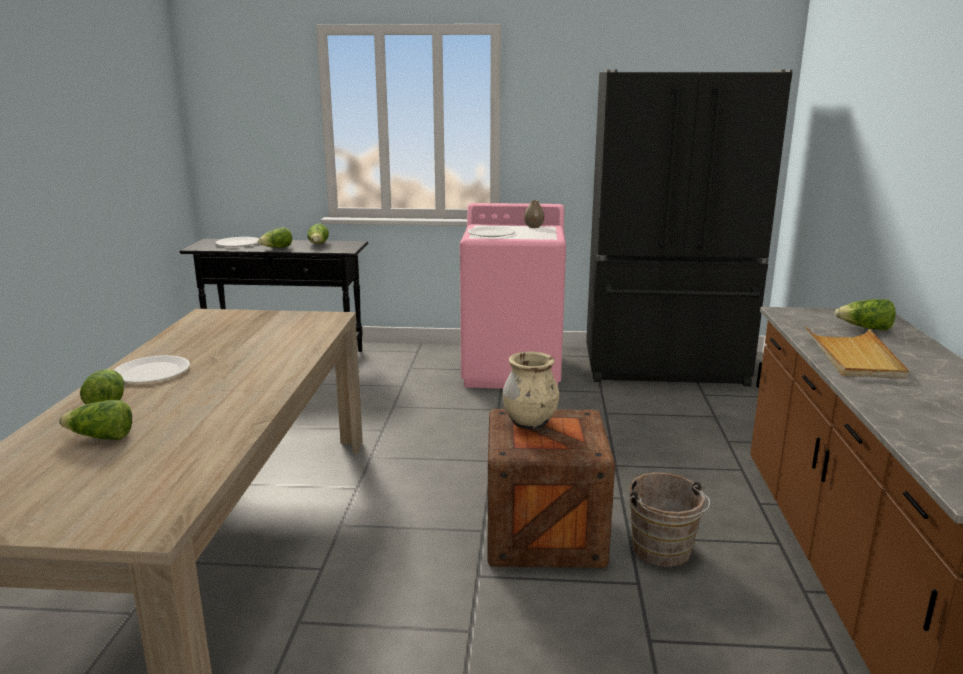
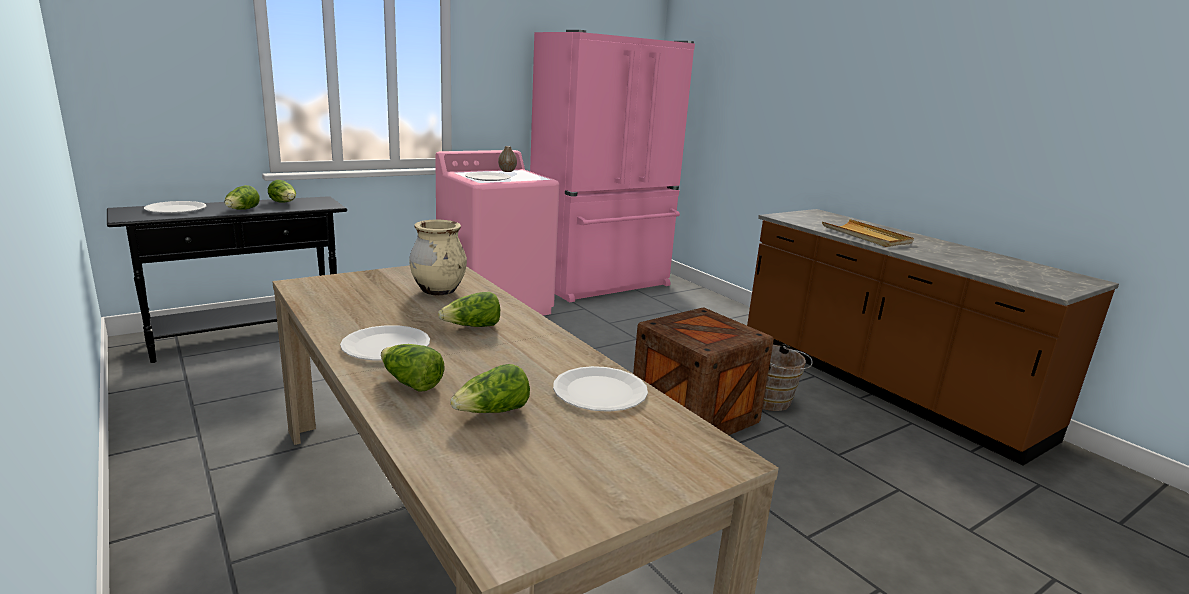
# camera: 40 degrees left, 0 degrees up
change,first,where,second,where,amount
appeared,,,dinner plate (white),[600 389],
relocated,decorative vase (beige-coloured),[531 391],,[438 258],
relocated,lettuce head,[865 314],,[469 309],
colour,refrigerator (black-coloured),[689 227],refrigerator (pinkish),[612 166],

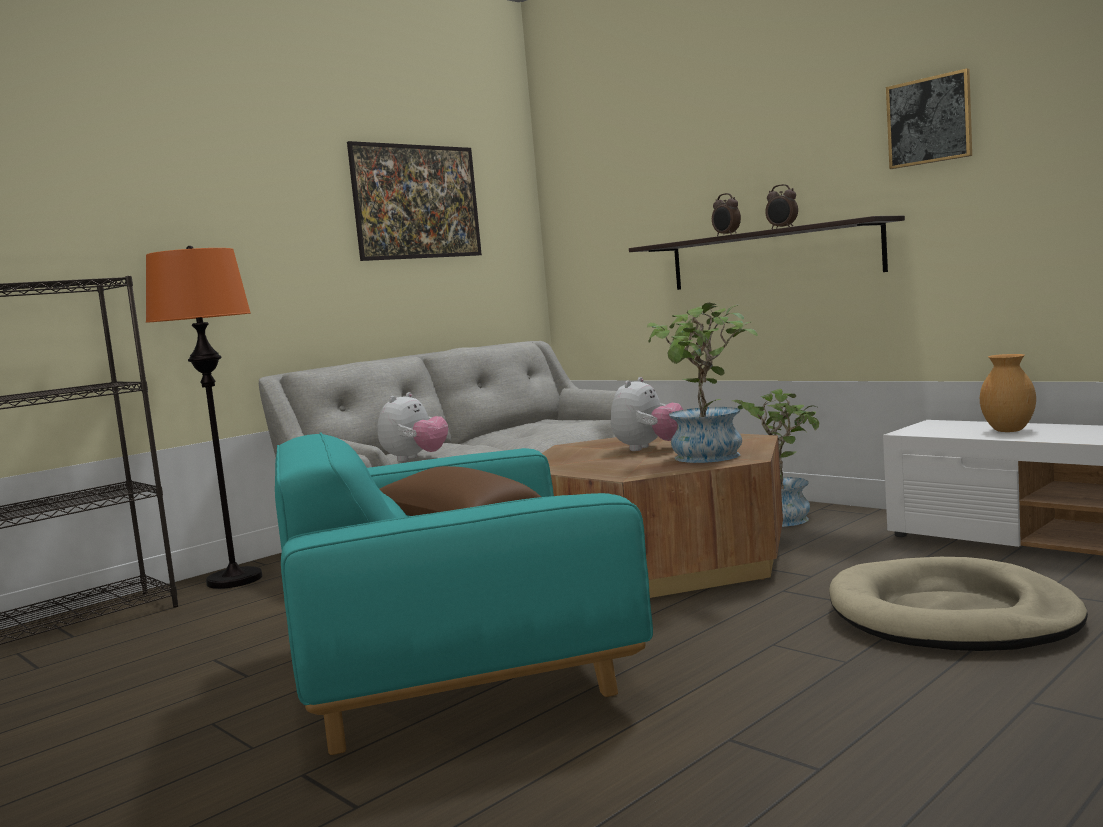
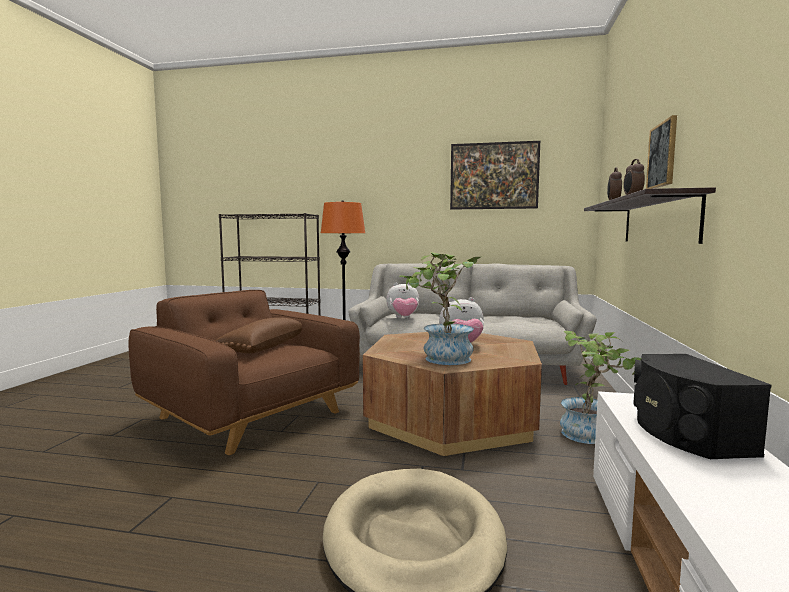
# camera: 55 degrees right, 0 degrees up
change,first,where,second,where,amount
relocated,wall art,[929 118],,[661 152],
exchanged,decorative vase (brown-coloured),[1008 393],audio speaker (black-coloured),[702 406],
colour,armchair (turquoise),[464 593],armchair (brown-coloured),[244 372],

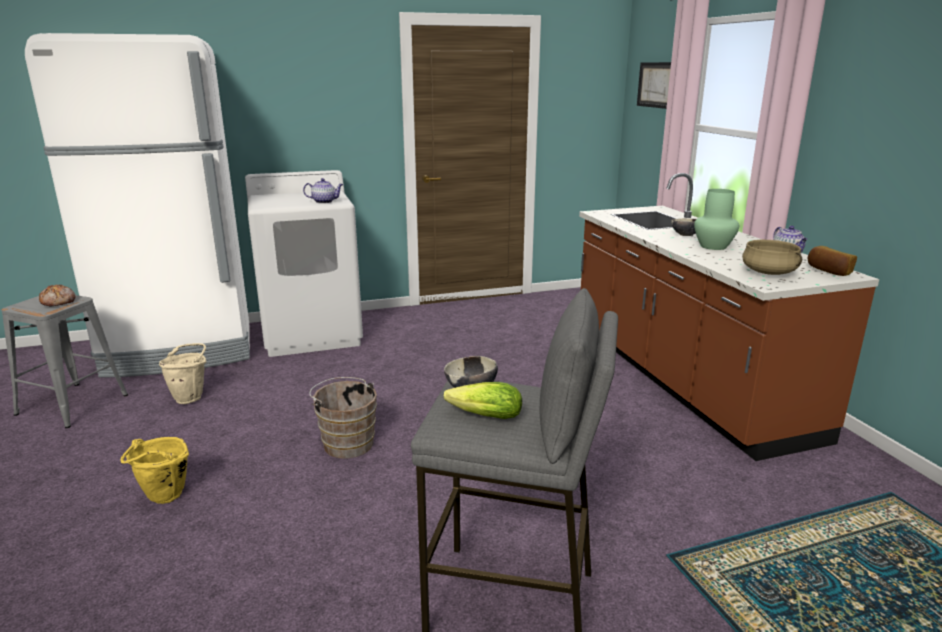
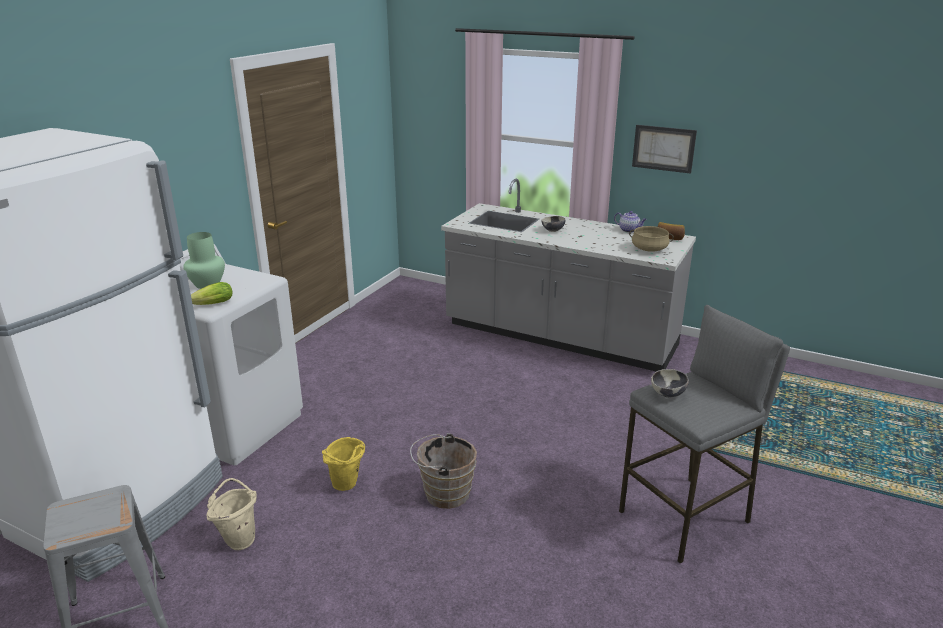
# camera: 45 degrees left, 5 degrees up
change,first,where,second,where,amount
missing,baked bread,[57 295],,,
missing,tea pot,[323 190],,,
relocated,pail (yellow-coloured),[154 470],,[343 464],
relocated,lettuce head,[483 400],,[212 293],
relocated,wall art,[654 85],,[664 149],
relocated,decorative vase (green-coloured),[716 219],,[204 260],
colour,counter (brown-coloured),[729 317],counter (greyish),[568 275],

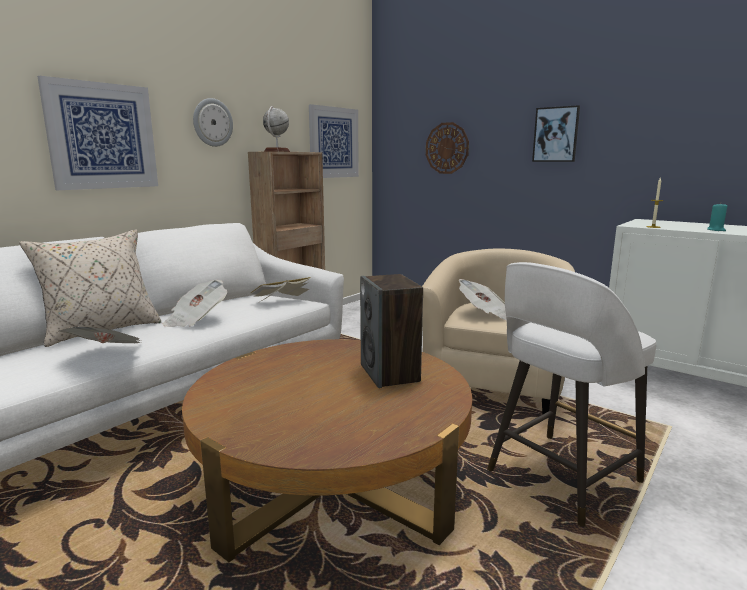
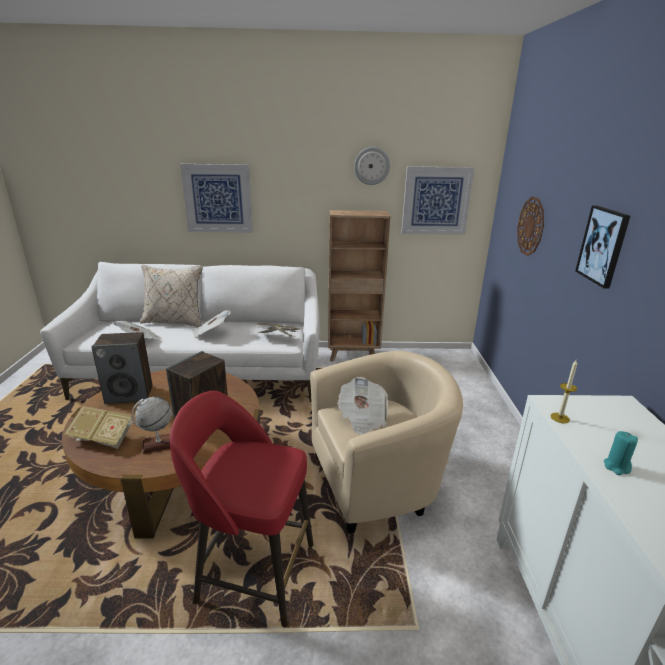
# camera: 50 degrees right, 10 degrees up
change,first,where,second,where,amount
appeared,,,volume,[98 427],
appeared,,,audio speaker,[122 368],
relocated,clock on the wall,[213 122],,[372 166],
relocated,desk globe,[276 129],,[152 425],
colour,stool (white),[571 394],stool (red),[241 509],

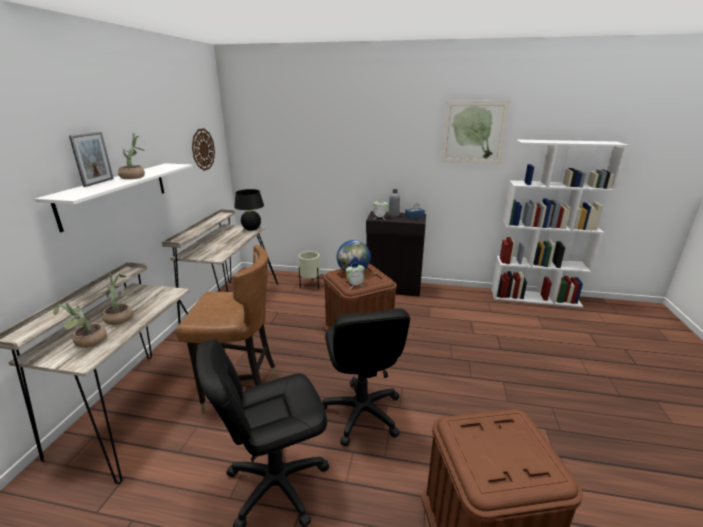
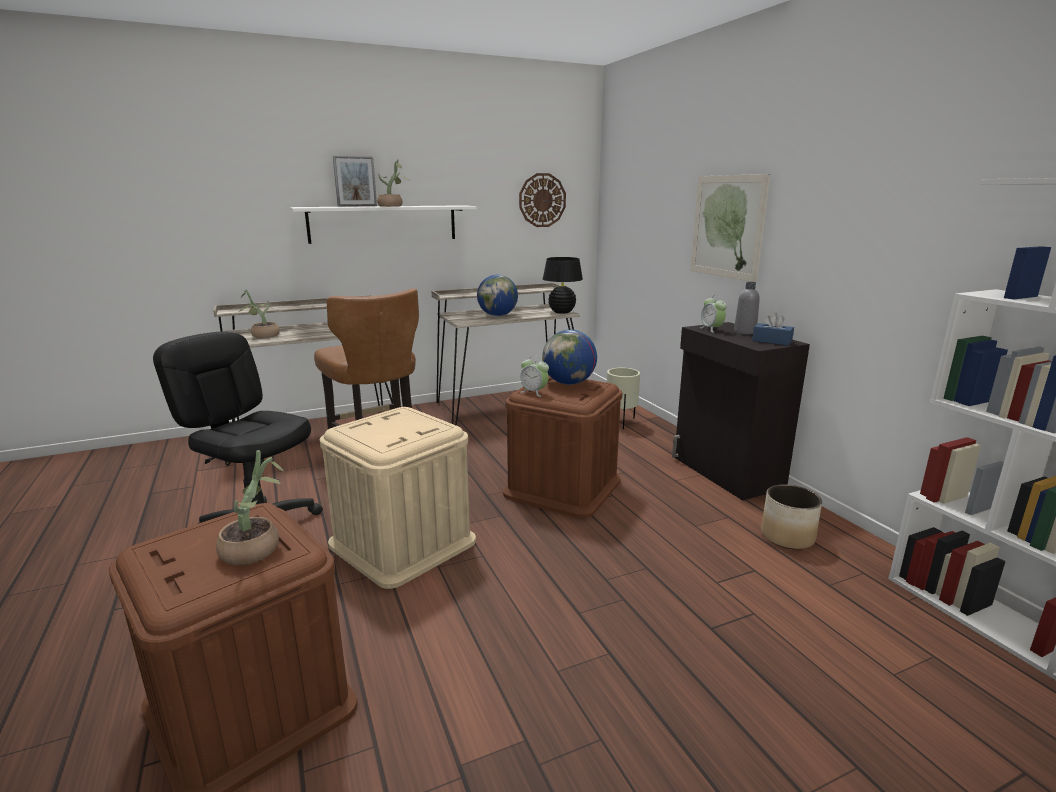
# camera: 55 degrees right, 5 degrees down
change,first,where,second,where,amount
appeared,,,desk globe,[497 295],
appeared,,,planter,[791 517],
relocated,houseplant,[117 298],,[250 507],
relocated,wall art,[475 132],,[730 228],
exchanged,office chair (black-coloured),[366 377],storage container (beige-coloured),[398 498],

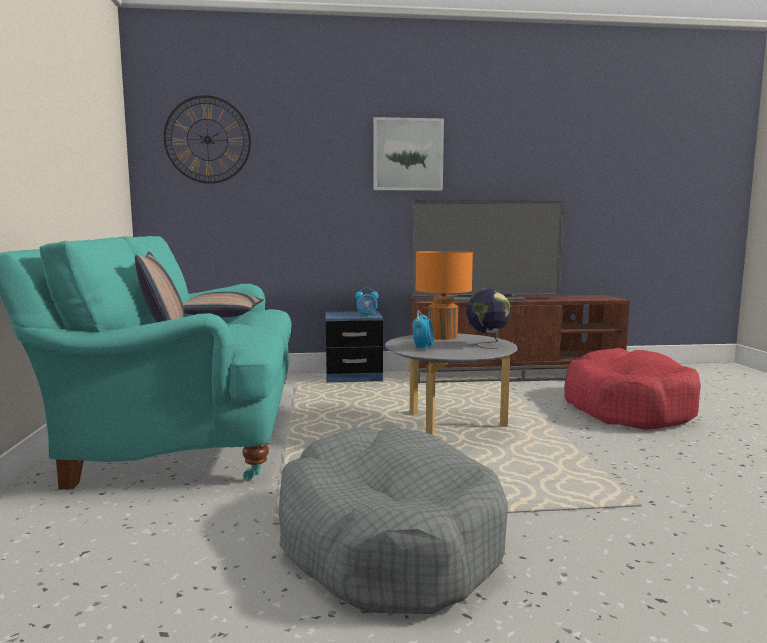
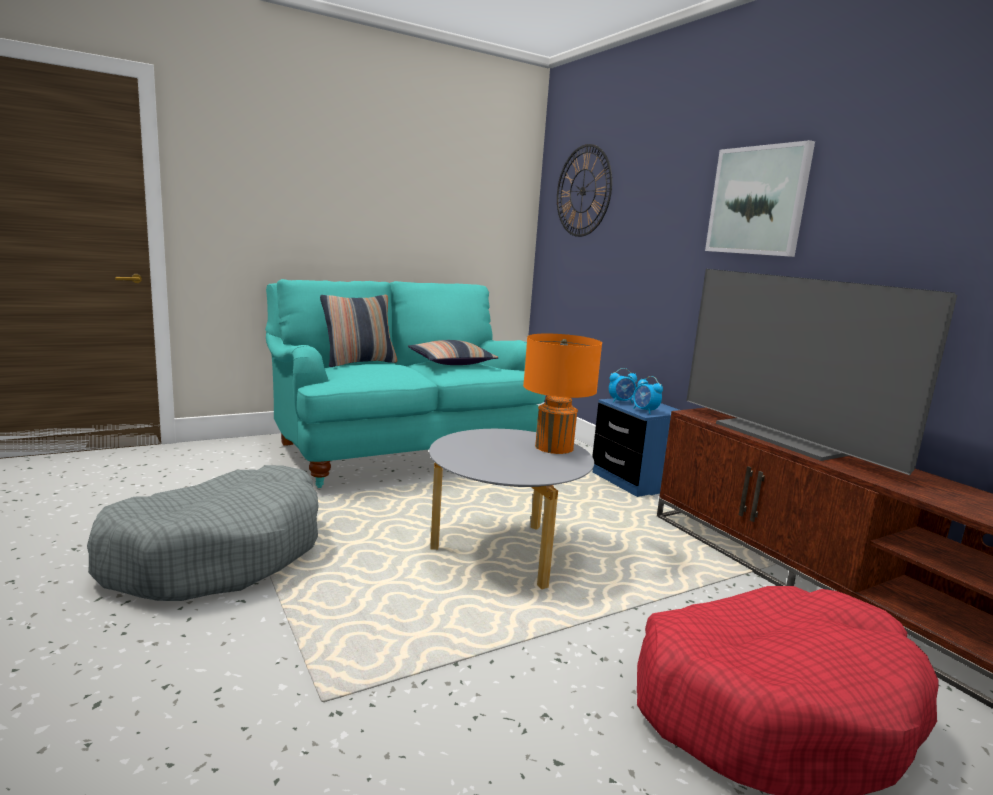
# camera: 65 degrees right, 5 degrees up
change,first,where,second,where,amount
missing,desk globe,[488 319],,,
relocated,alarm clock,[423 331],,[623 385],

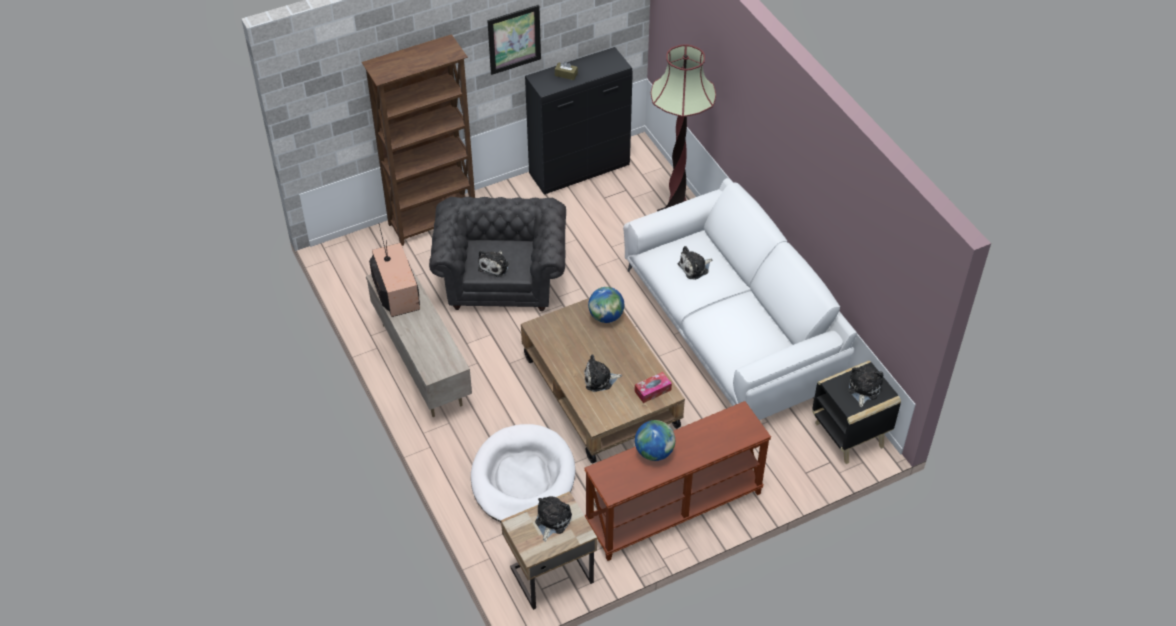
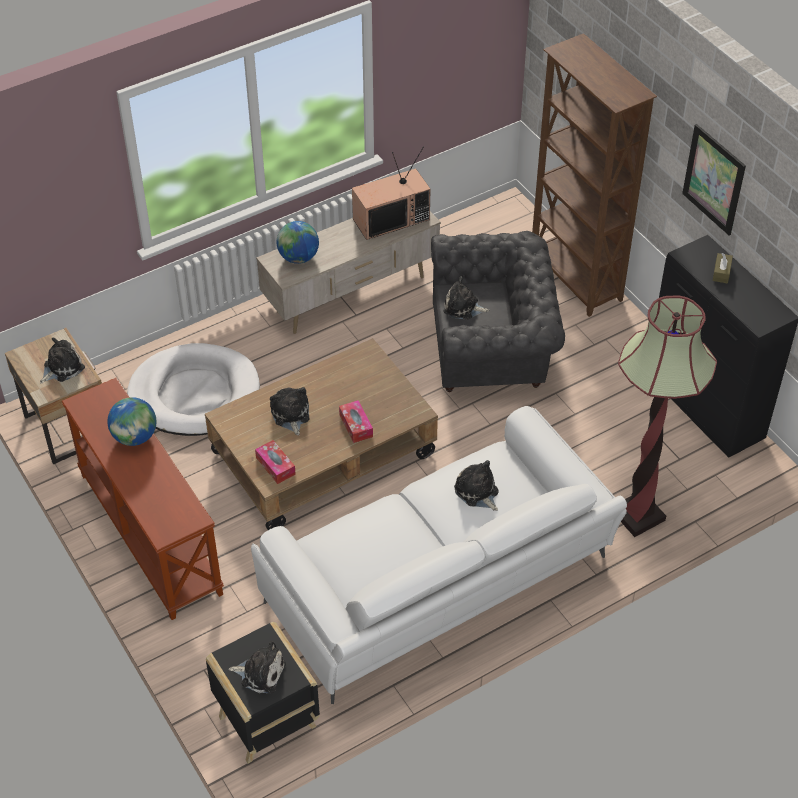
# camera: 85 degrees right, 0 degrees up
change,first,where,second,where,amount
appeared,,,box of tissues,[356 421],
relocated,desk globe,[606 305],,[298 242],
spun,soft toy,[553 519],,[62 360],60 degrees counterclockwise

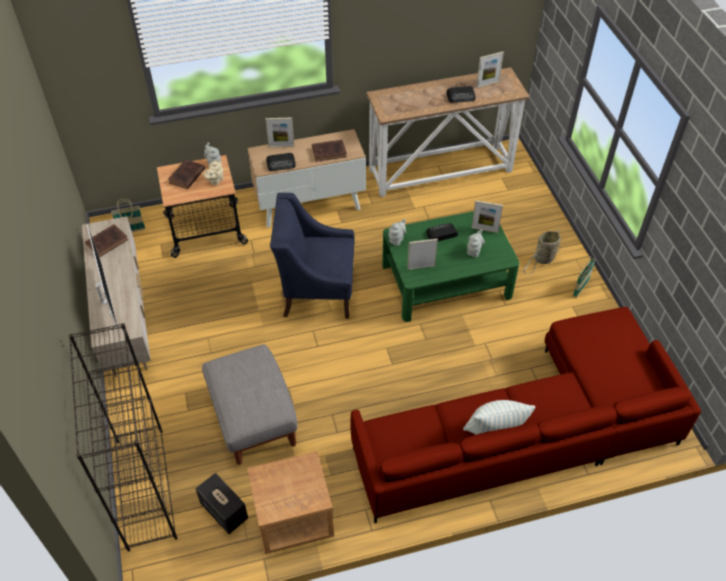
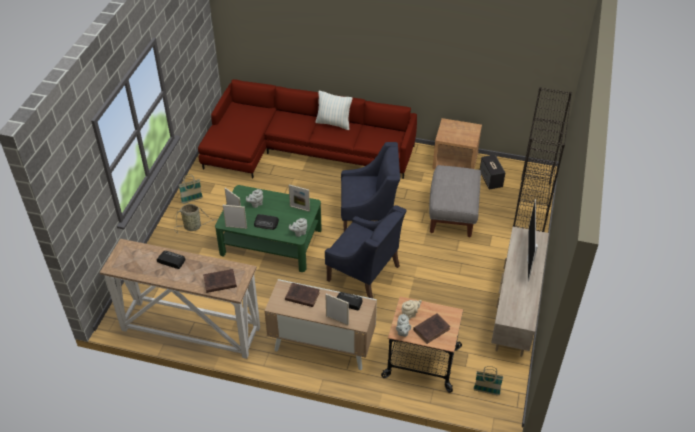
# camera: 150 degrees left, 5 degrees down
change,first,where,second,where,amount
appeared,,,armchair (bluish),[370 186],
relocated,volume (brown-coloured),[106 240],,[220 281],
relocated,photo frame,[490 69],,[235 217],

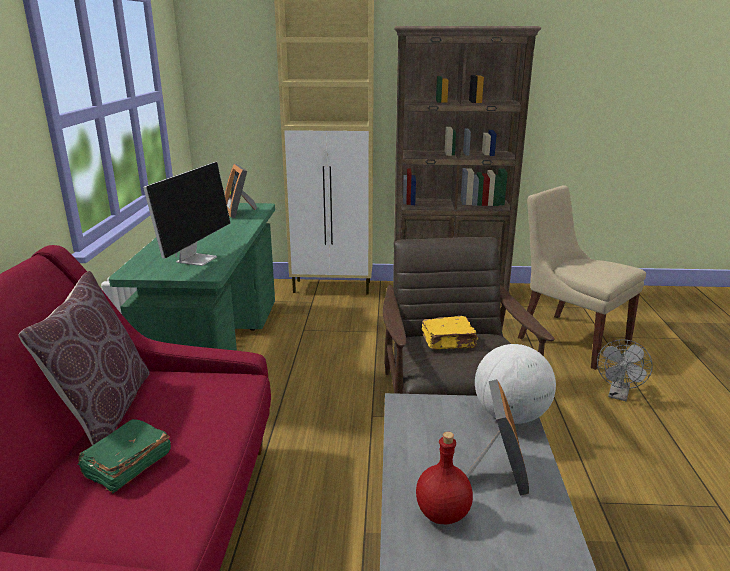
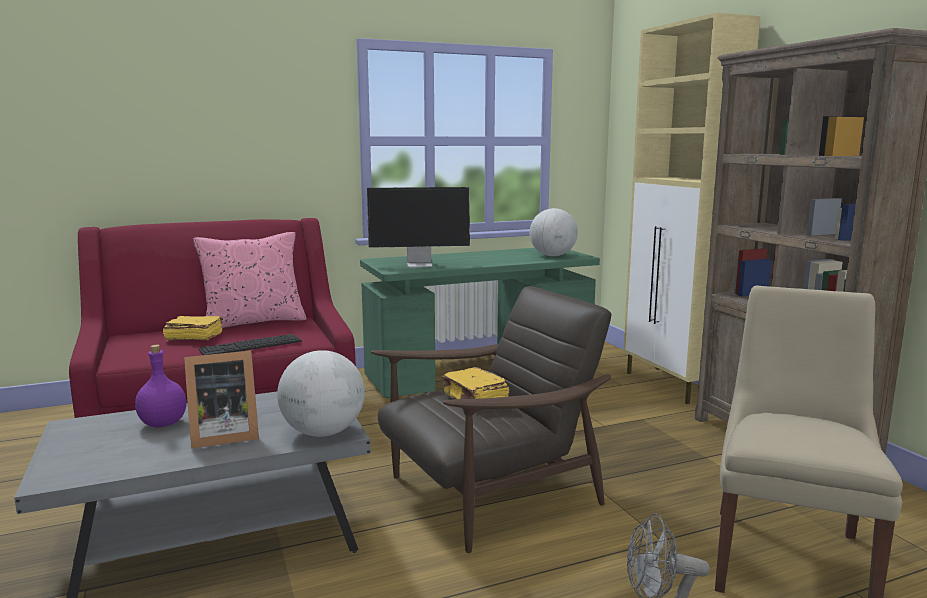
# camera: 65 degrees right, 10 degrees down
change,first,where,second,where,amount
appeared,,,computer keyboard,[250 344],
exchanged,photo frame,[241 191],desk globe,[554 232],
colour,cushion (brown-coloured),[84 358],cushion (pinkish),[250 280],
colour,volume (green-coloured),[124 456],volume (yellow-coloured),[193 328],
colour,drink bottle (red),[444 478],drink bottle (purple),[161 386],

